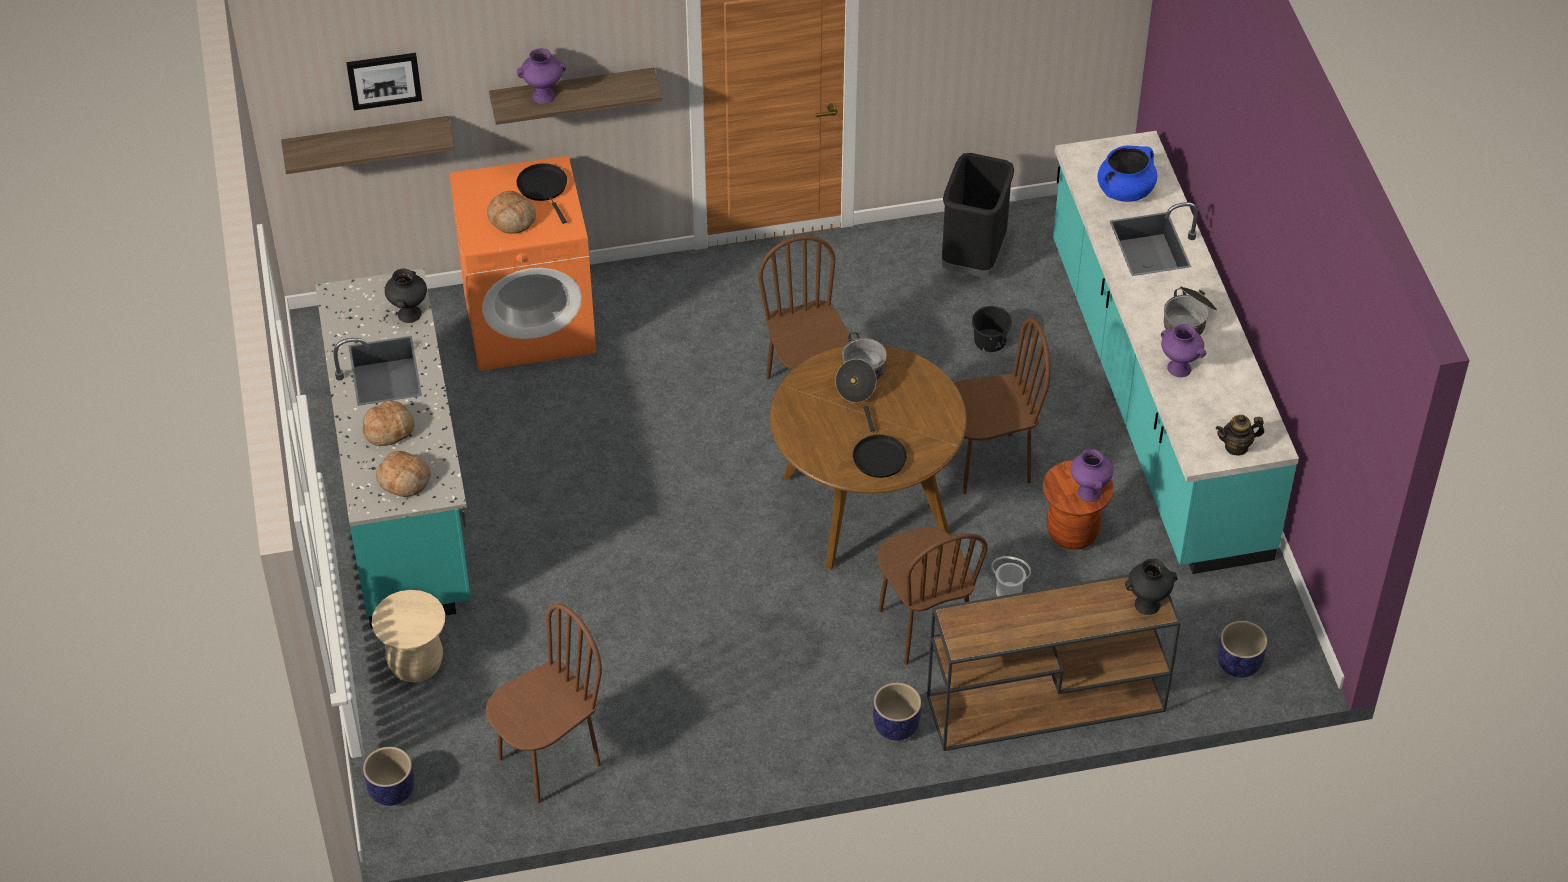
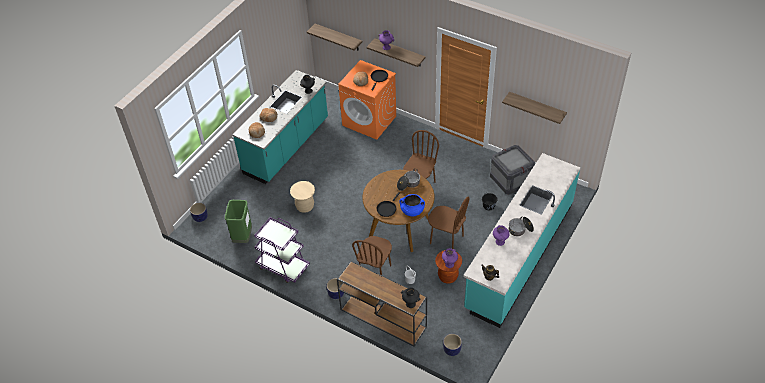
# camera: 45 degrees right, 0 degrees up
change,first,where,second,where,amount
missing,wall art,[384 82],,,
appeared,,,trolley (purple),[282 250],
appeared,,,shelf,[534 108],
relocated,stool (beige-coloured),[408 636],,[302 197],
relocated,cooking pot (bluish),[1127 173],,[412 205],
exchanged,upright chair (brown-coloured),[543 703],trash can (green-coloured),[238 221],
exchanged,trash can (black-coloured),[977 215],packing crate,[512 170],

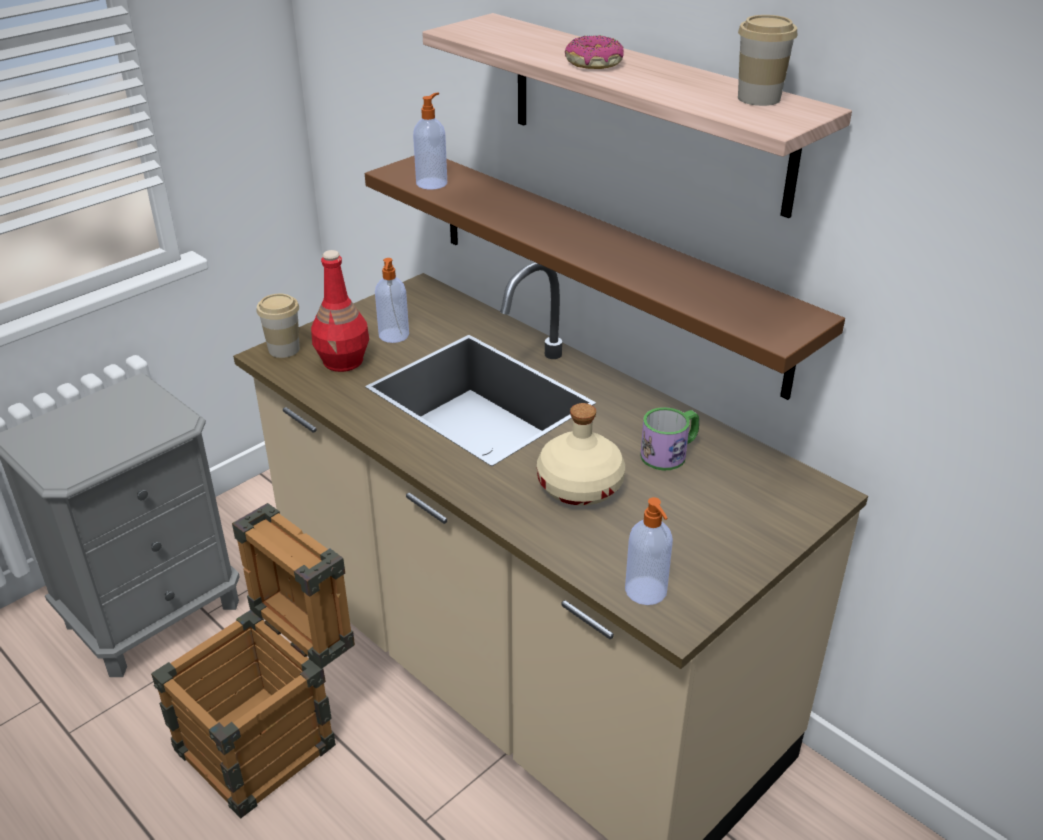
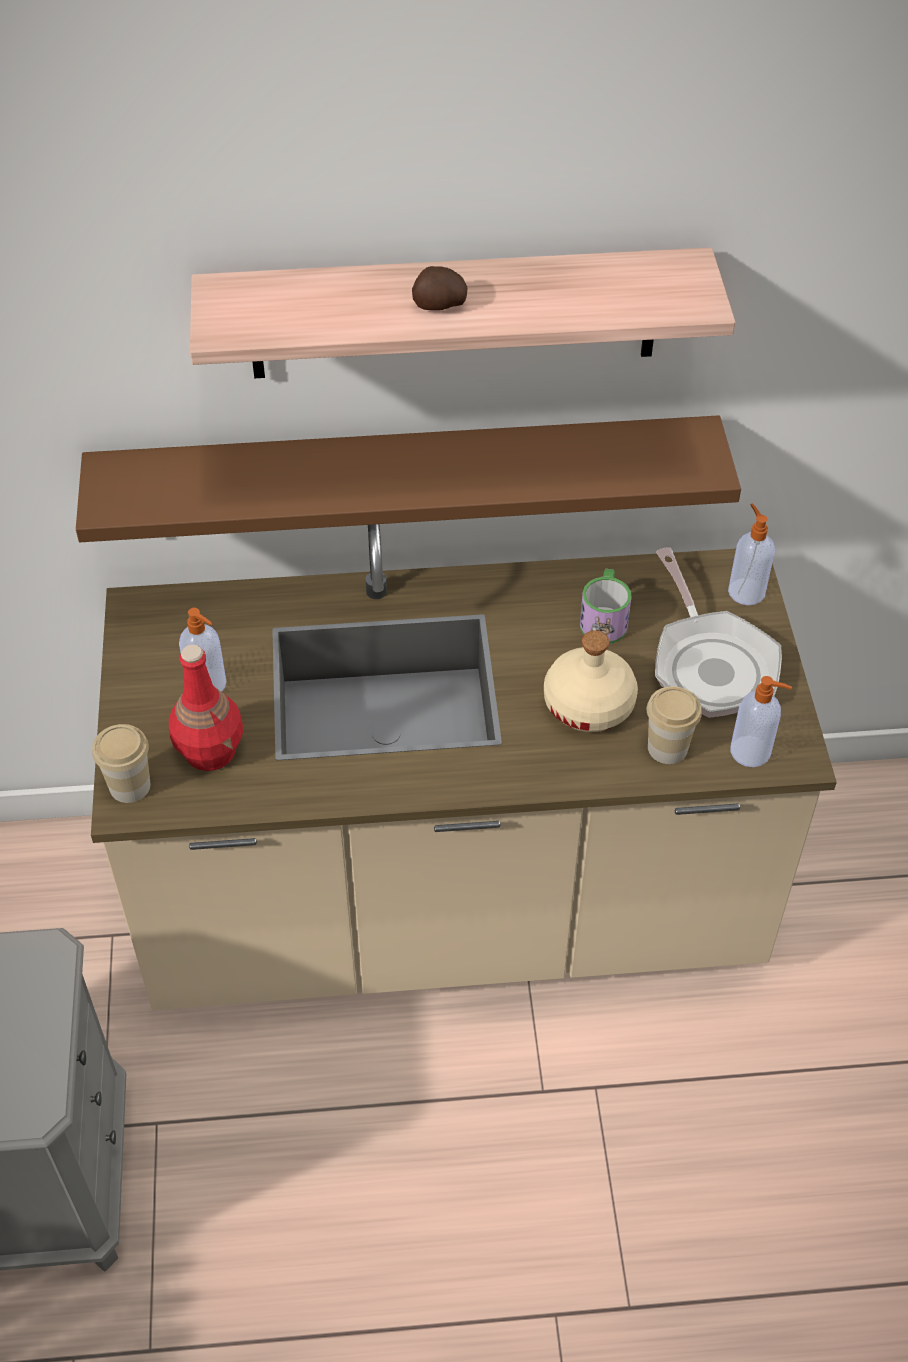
# camera: 50 degrees left, 15 degrees up
change,first,where,second,where,amount
missing,packing crate,[253 660],,,
appeared,,,pan,[718 632],
relocated,soap dispenser,[430 140],,[751 554],
relocated,small cup,[767 60],,[674 725],
exchanged,donut,[594 52],spud,[440 288],

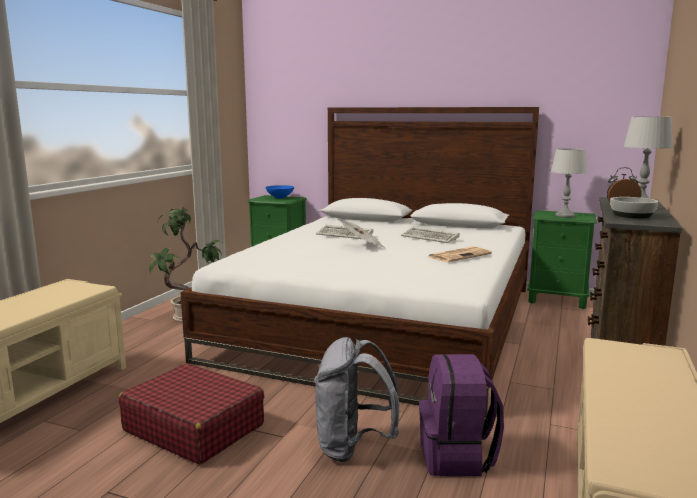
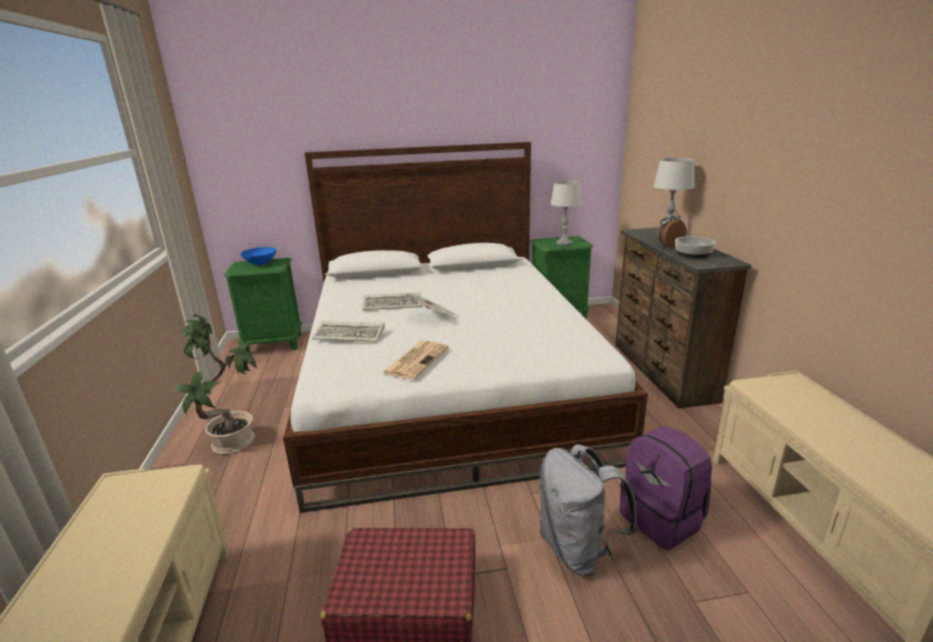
# camera: 30 degrees left, 10 degrees up
change,first,where,second,where,amount
relocated,computer keyboard,[430 234],,[348 331],
relocated,printed paper,[459 254],,[415 360],

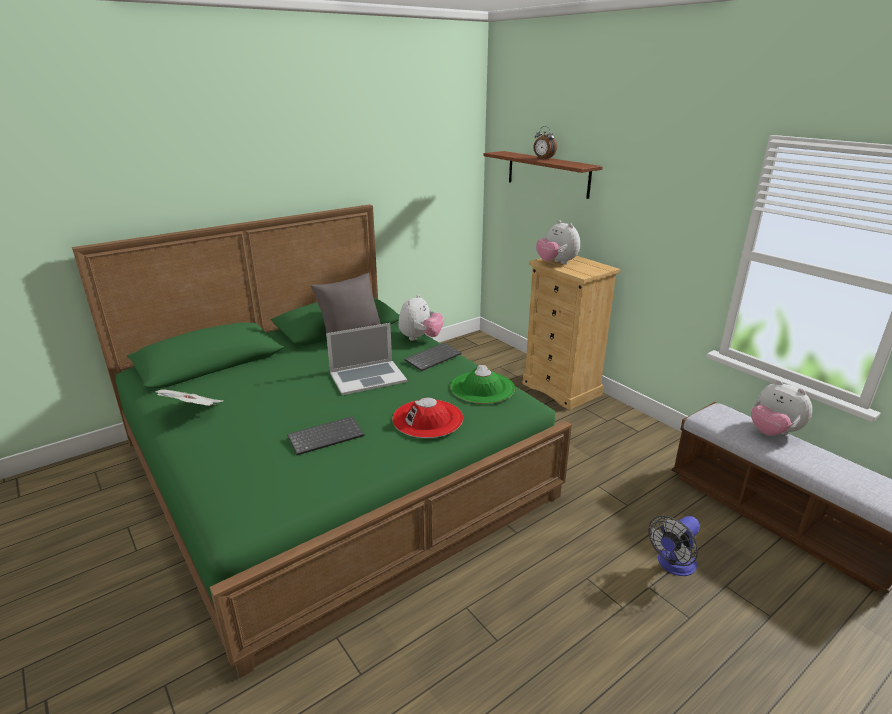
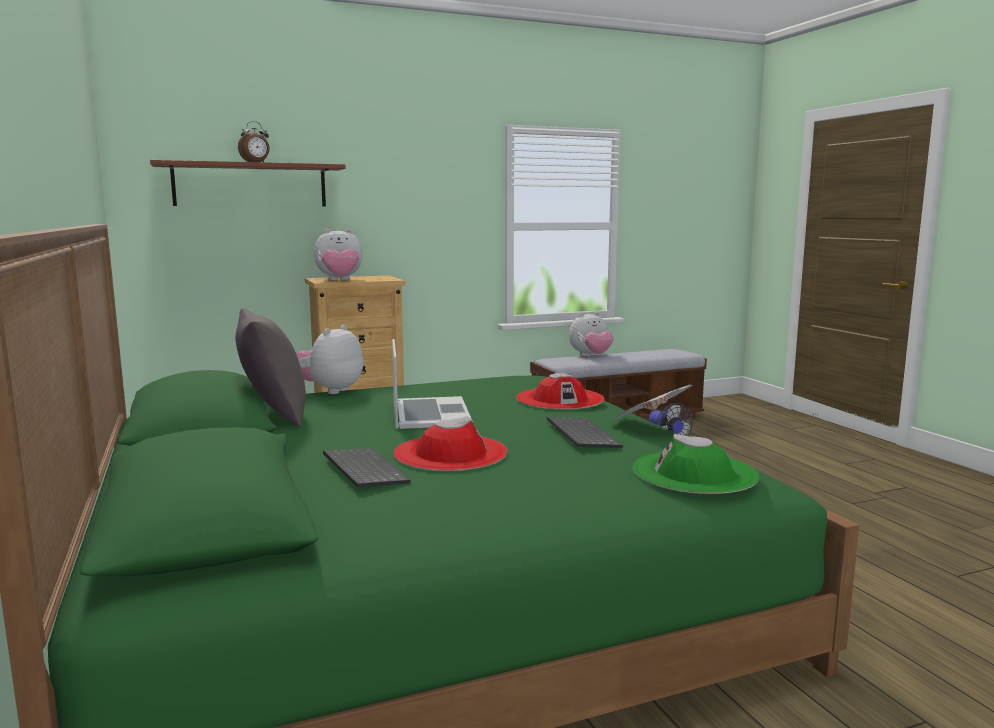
# camera: 75 degrees left, 15 degrees down
change,first,where,second,where,amount
appeared,,,wearable hat (red),[450 443],
relocated,printed paper,[189 397],,[651 402],
relocated,computer keyboard,[432 357],,[367 467],
relocated,wearable hat (green-coloured),[482 384],,[695 464],
spun,soft toy,[421 317],,[329 359],105 degrees counterclockwise

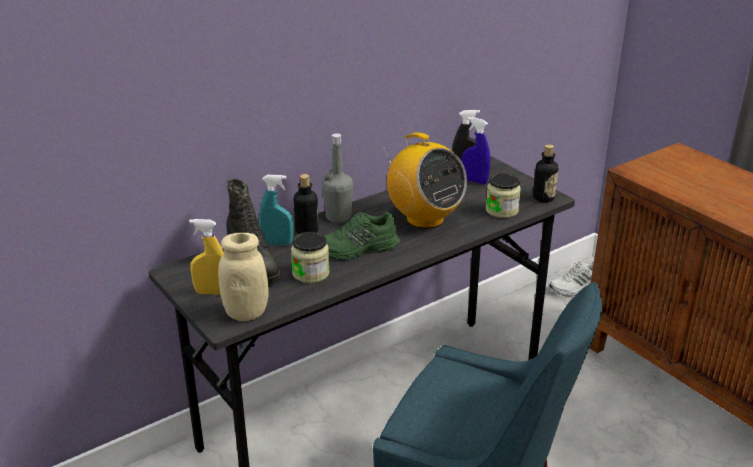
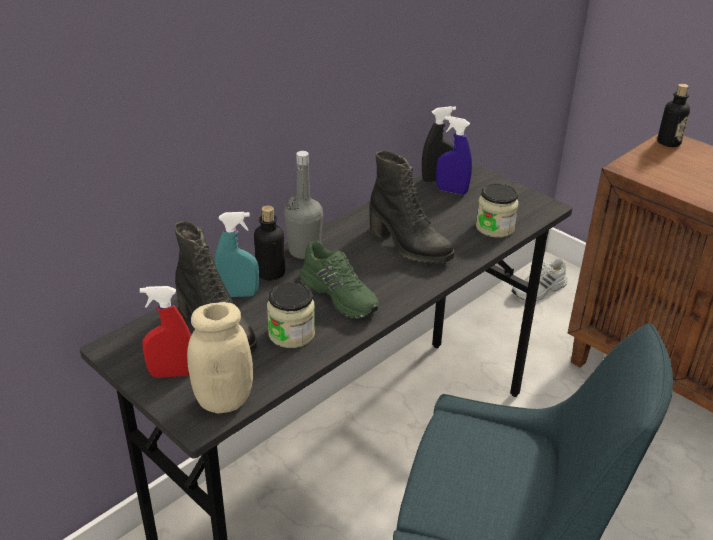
# camera: 10 degrees left, 5 degrees up
change,first,where,second,where,amount
relocated,drink bottle,[545 173],,[673 115],
exchanged,radio set,[424 181],boot (black-coloured),[412 207],
colour,spray bottle (yellow-coloured),[206 257],spray bottle (red),[165 332],
spun,item of footwear (green-coloured),[362 236],,[339 279],105 degrees counterclockwise

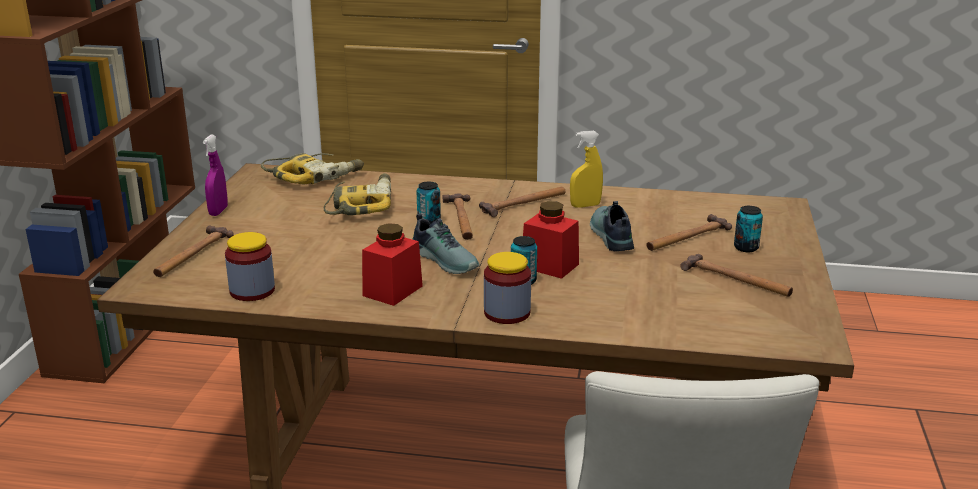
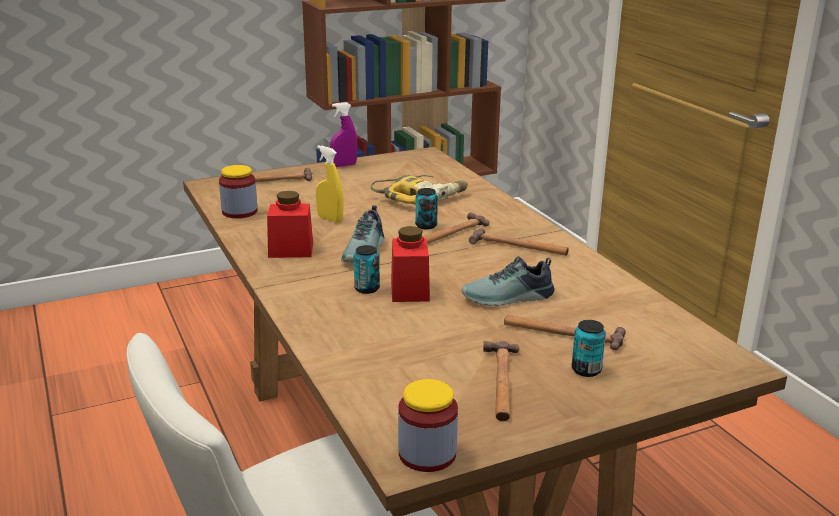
# camera: 55 degrees right, 0 degrees up
change,first,where,second,where,amount
missing,power drill,[312 168],,,
relocated,jar,[507 288],,[428 425],
relocated,spray bottle (yellow-coloured),[586 169],,[330 184],
spun,item of footwear,[612 226],,[507 281],150 degrees counterclockwise

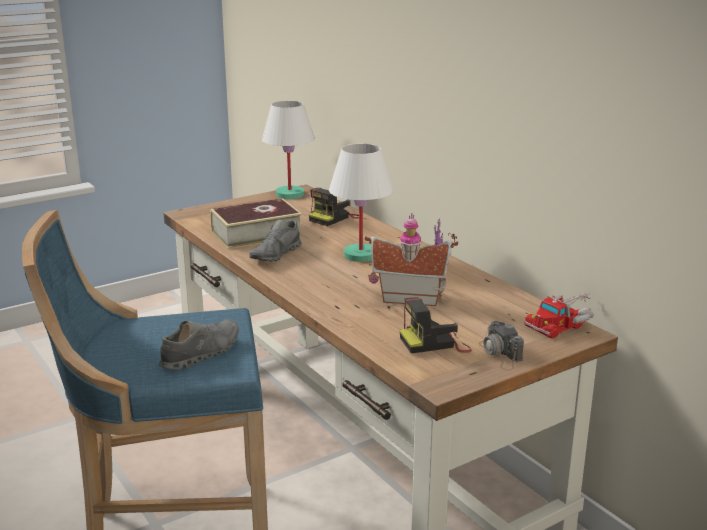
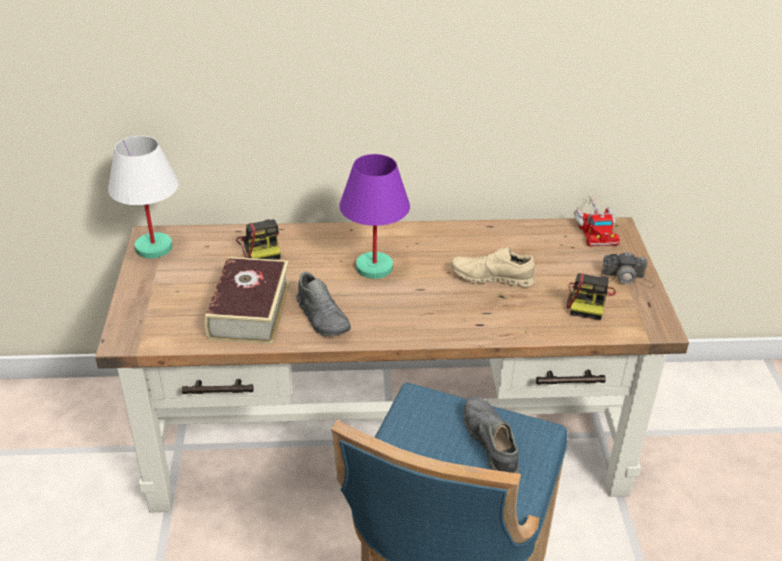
# camera: 60 degrees left, 15 degrees up
change,first,where,second,where,amount
exchanged,toy house,[411 259],item of footwear (beige-coloured),[493 267],
colour,table lamp (white),[361 202],table lamp (purple),[374 216],

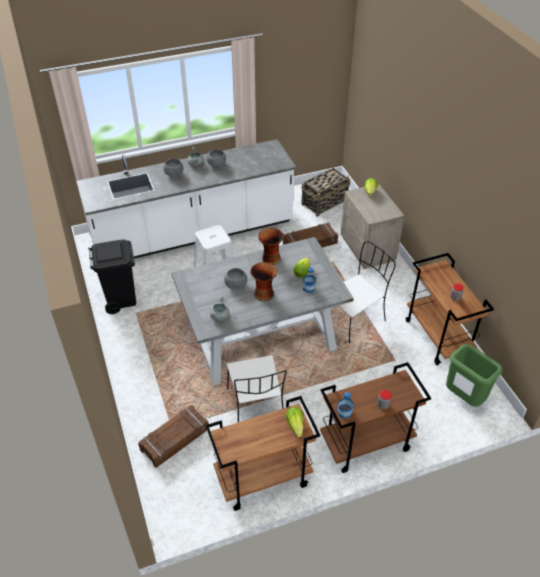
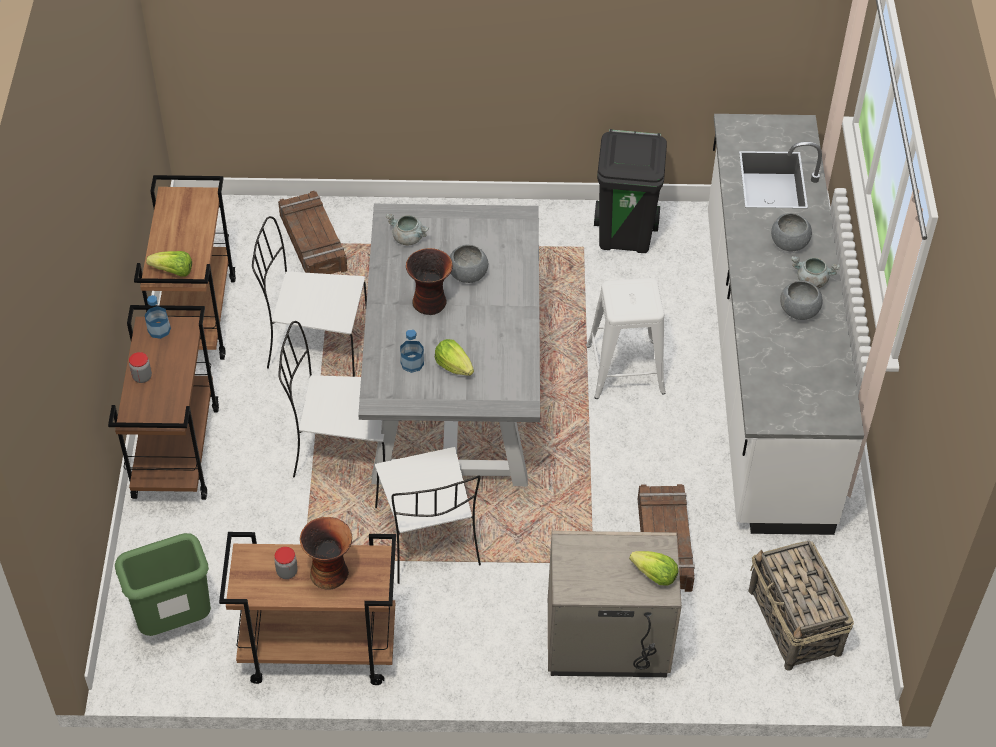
# camera: 110 degrees right, 5 degrees up
change,first,where,second,where,amount
appeared,,,upright chair (white),[331 399],
relocated,decorative vase,[271 246],,[326 553],

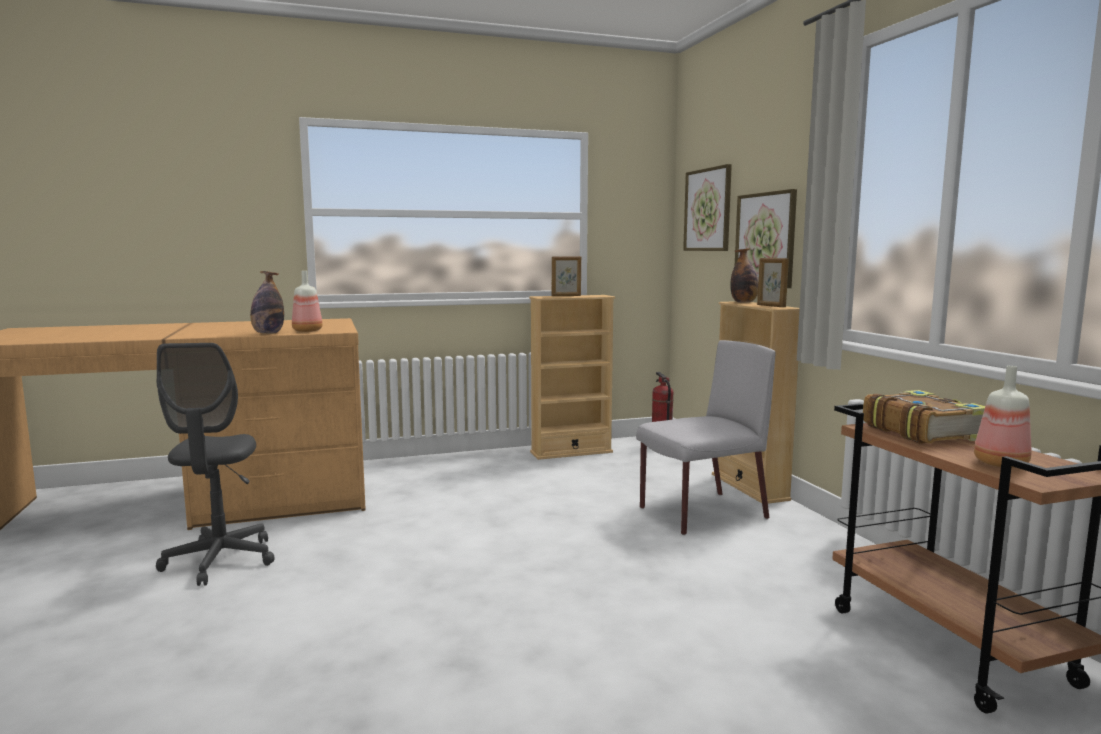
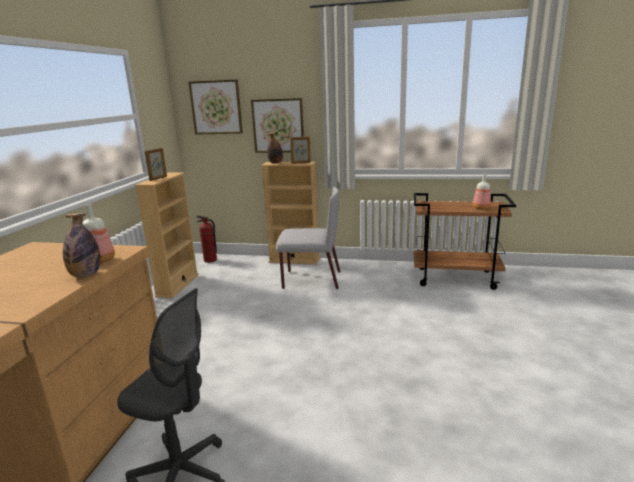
# camera: 60 degrees left, 10 degrees up
change,first,where,second,where,amount
missing,volume,[924 417],,,
spun,upright chair (greyish),[705 437],,[308 238],90 degrees clockwise

